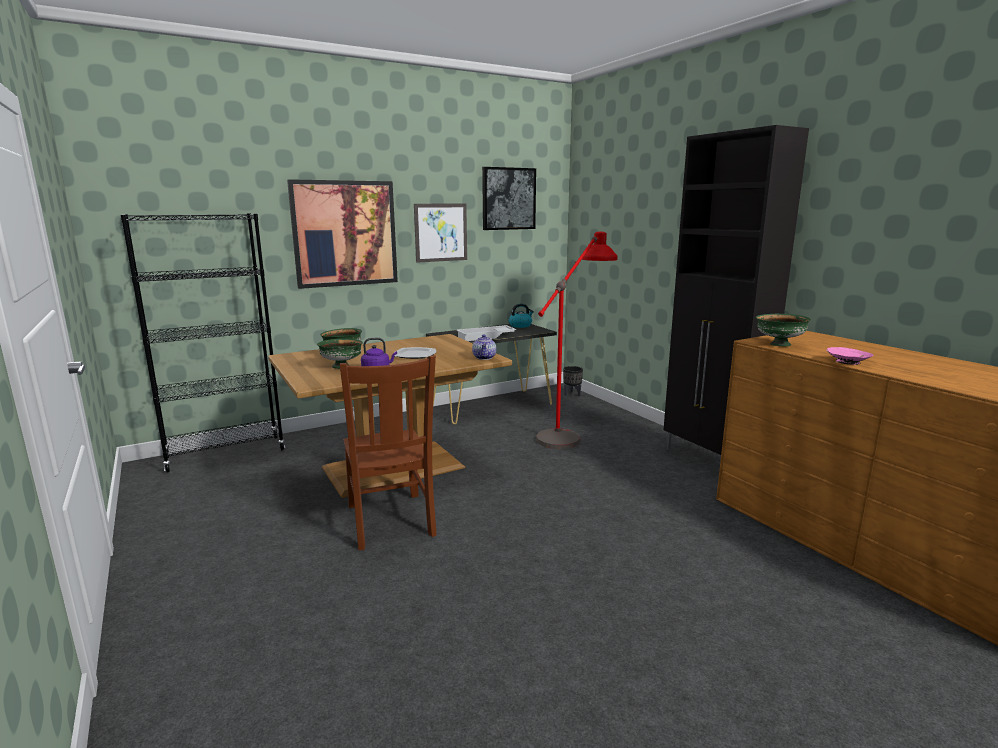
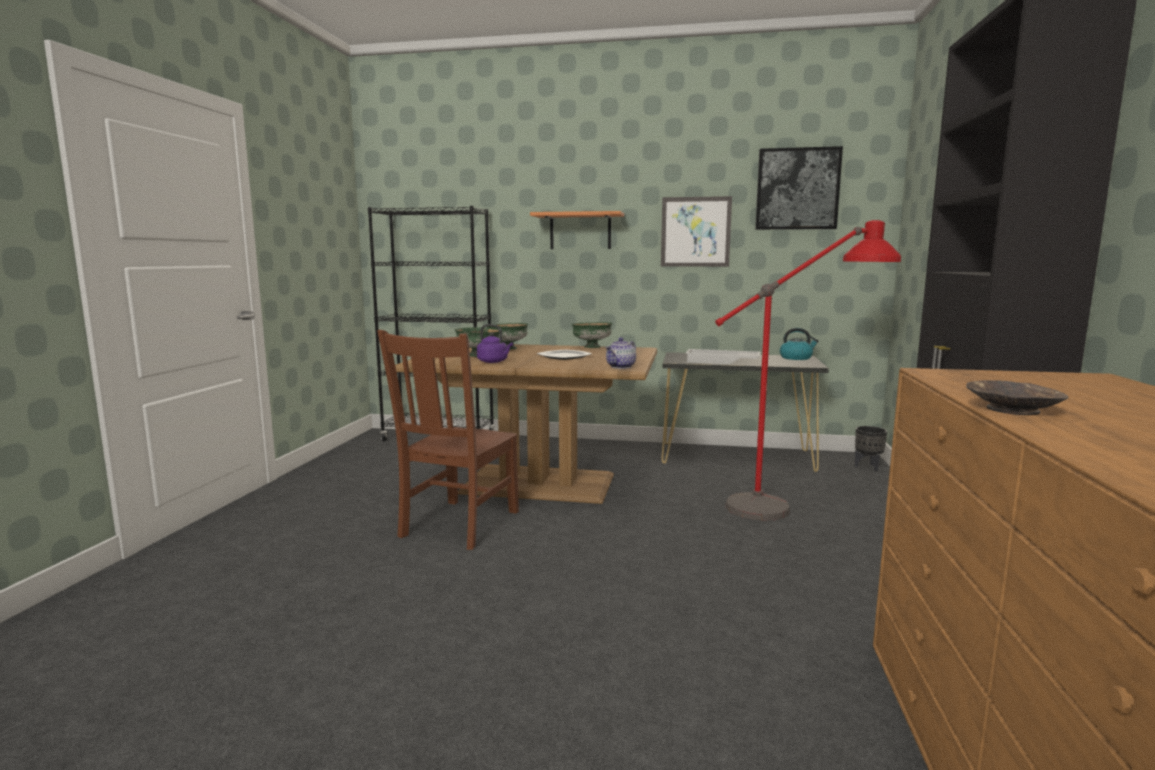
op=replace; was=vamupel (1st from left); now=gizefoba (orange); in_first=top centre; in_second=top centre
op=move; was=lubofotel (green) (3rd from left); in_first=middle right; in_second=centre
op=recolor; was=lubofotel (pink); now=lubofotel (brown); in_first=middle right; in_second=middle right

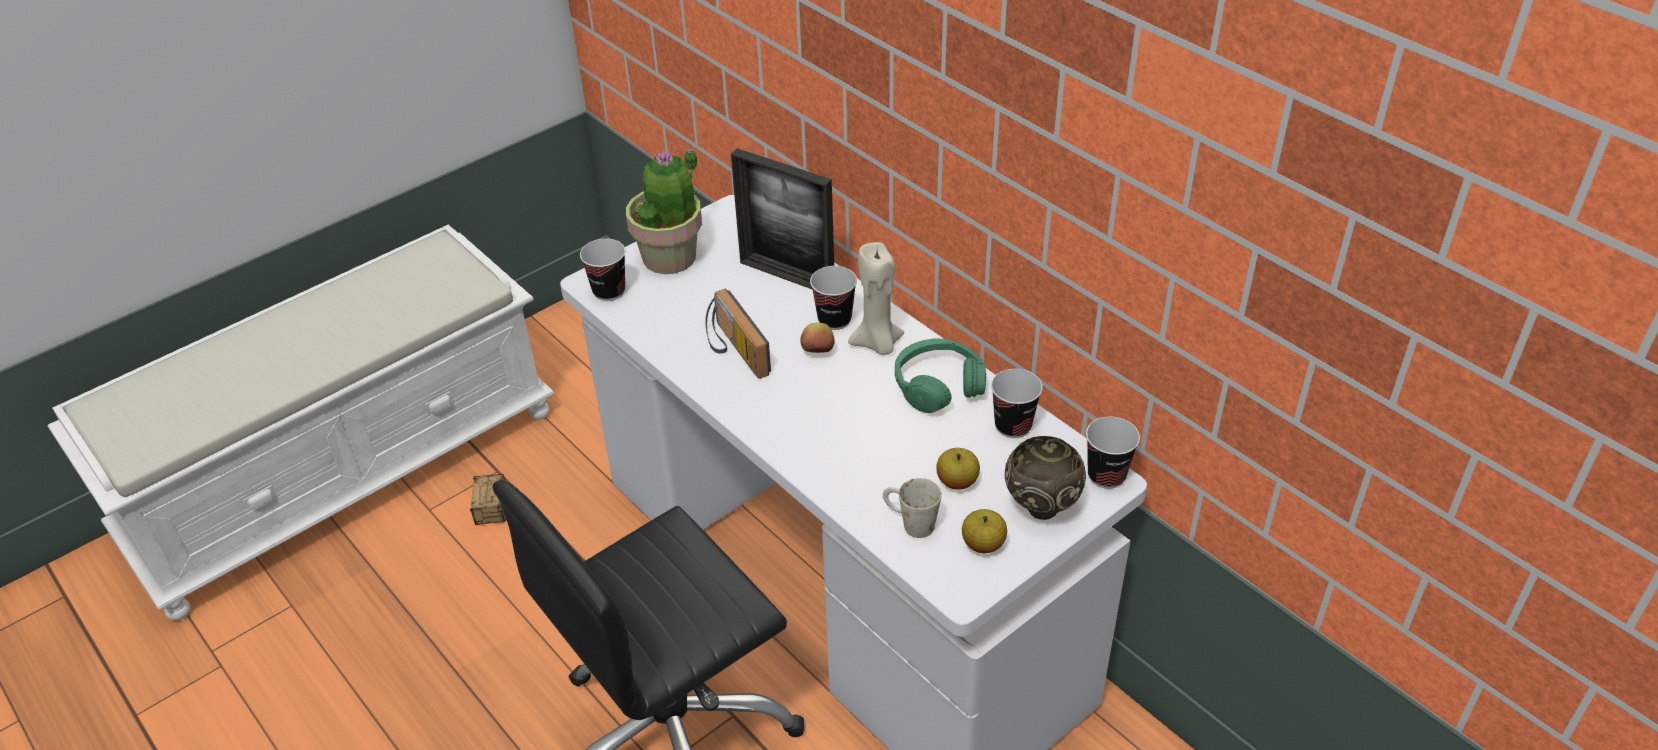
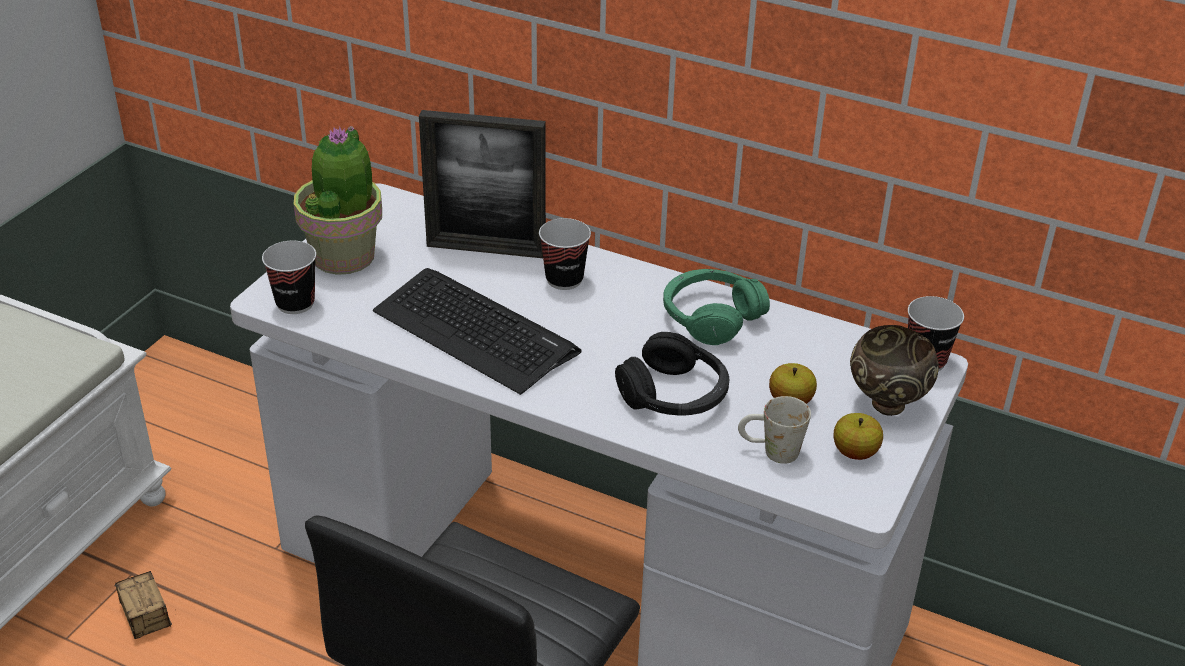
op=replace; was=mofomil; now=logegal; in_first=centre; in_second=centre
op=insert; now=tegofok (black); in_second=centre
op=delete; was=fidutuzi (1st from left); in_first=centre
op=delete; was=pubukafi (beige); in_first=centre
op=delete; was=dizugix (3rd from left); in_first=centre

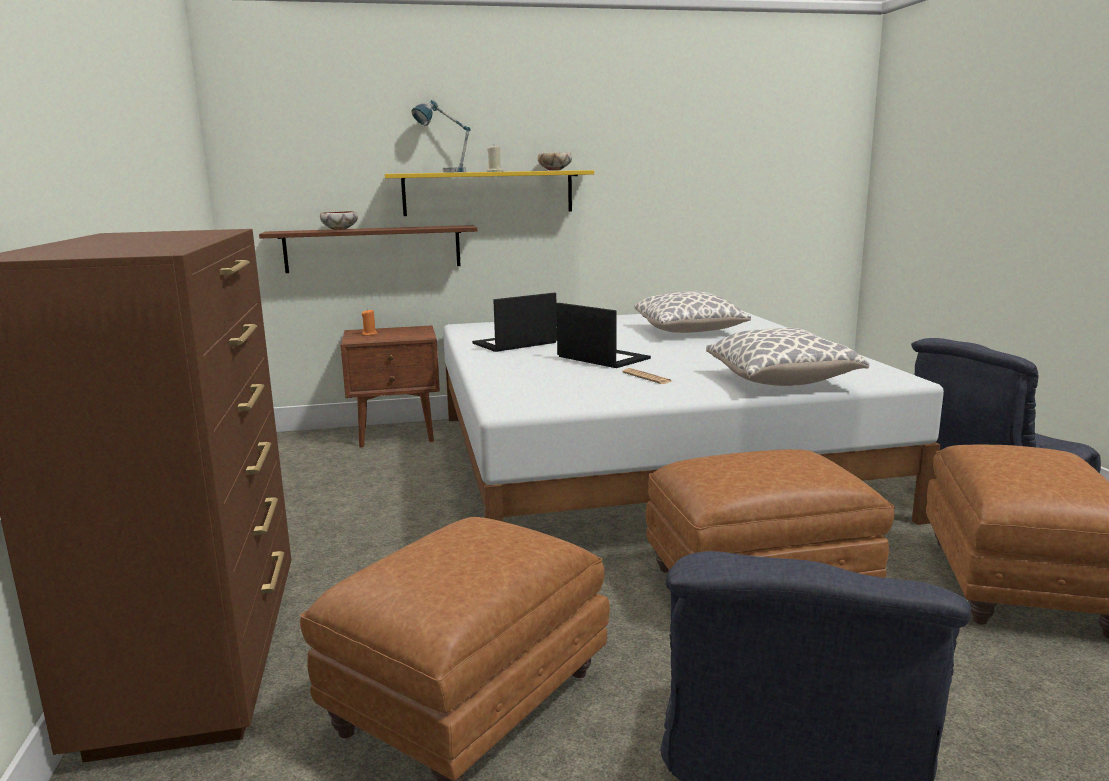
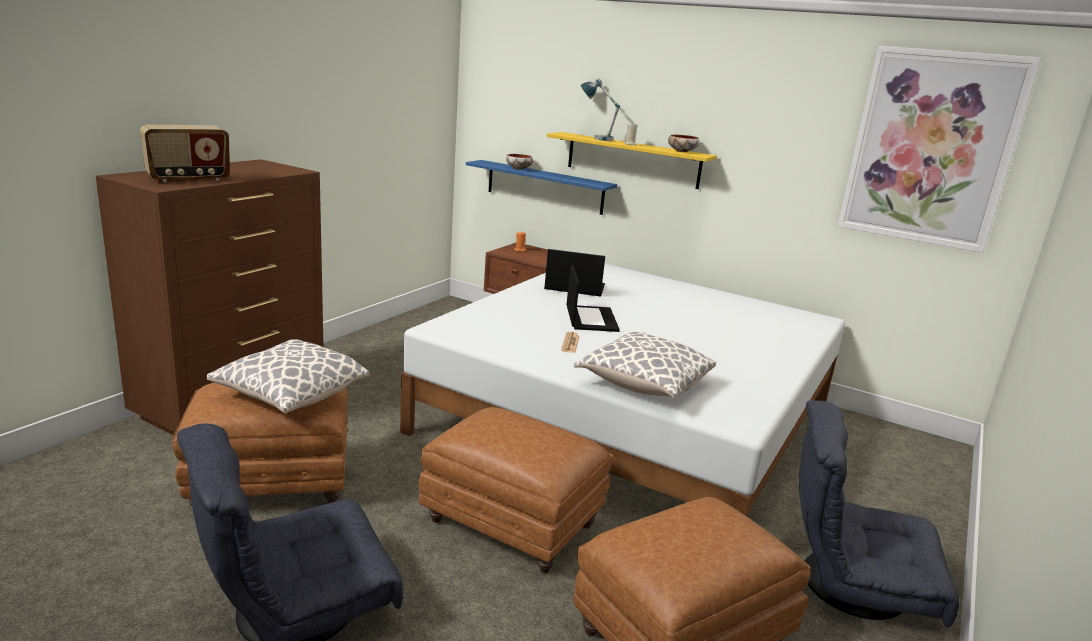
op=insert; now=mofomil; in_second=top left
op=move; was=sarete (1st from left); in_first=centre; in_second=middle left
op=recolor; was=gizefoba (brown); now=gizefoba (blue); in_first=top left; in_second=top centre
op=insert; now=vamupel; in_second=top right

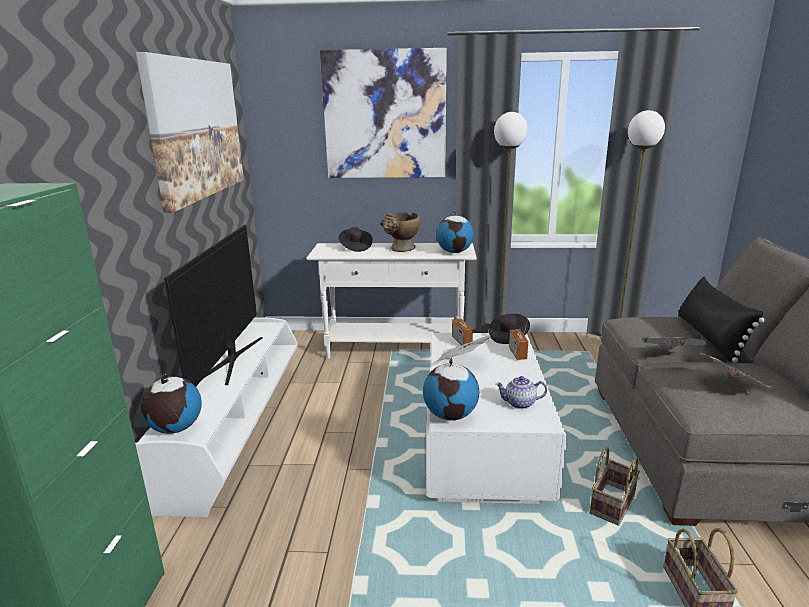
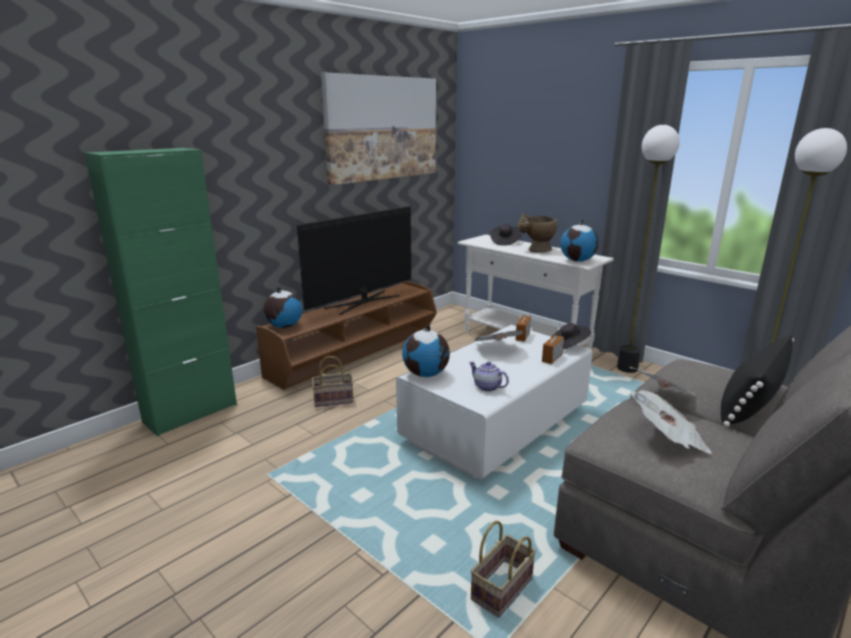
op=recolor; was=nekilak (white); now=nekilak (brown); in_first=bottom left; in_second=centre
op=move; was=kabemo (1st from left); in_first=bottom right; in_second=centre
op=delete; was=vamupel (2nd from left); in_first=top centre

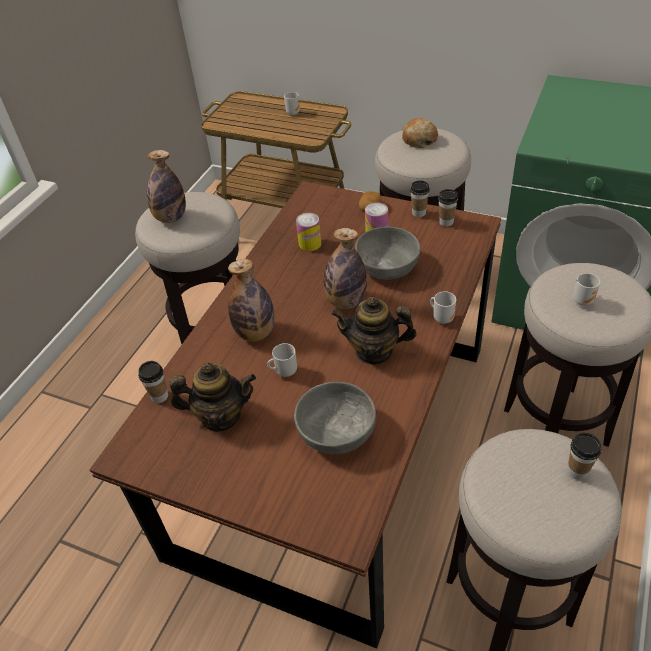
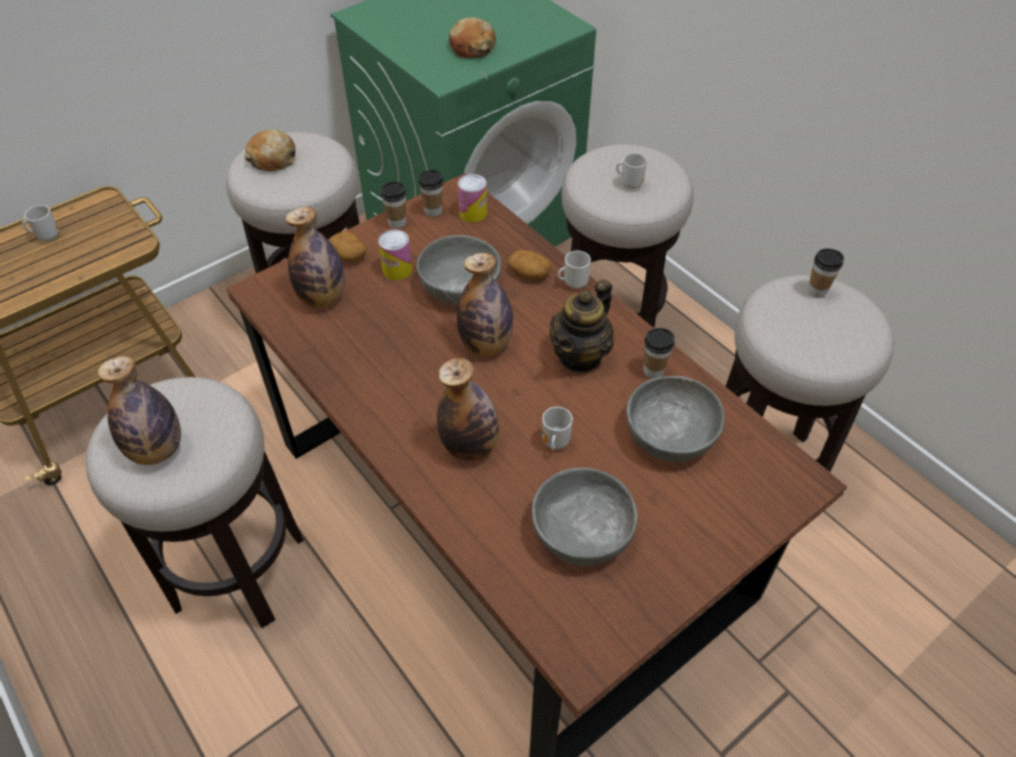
op=insert; now=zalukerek (2nd from left); in_second=middle left
op=insert; now=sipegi (2nd from left); in_second=top centre
op=move; was=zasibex (1st from left in the first image); now=zasibex (2nd from left); in_first=centre; in_second=top centre
op=insert; now=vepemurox (2nd from left); in_second=centre
op=replace; was=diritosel (1st from left); now=lubofotel (grey) (2nd from left); in_first=middle left; in_second=bottom centre
op=move; was=dizugix (1st from left in the first image); now=dizugix (3rd from left); in_first=middle left; in_second=centre

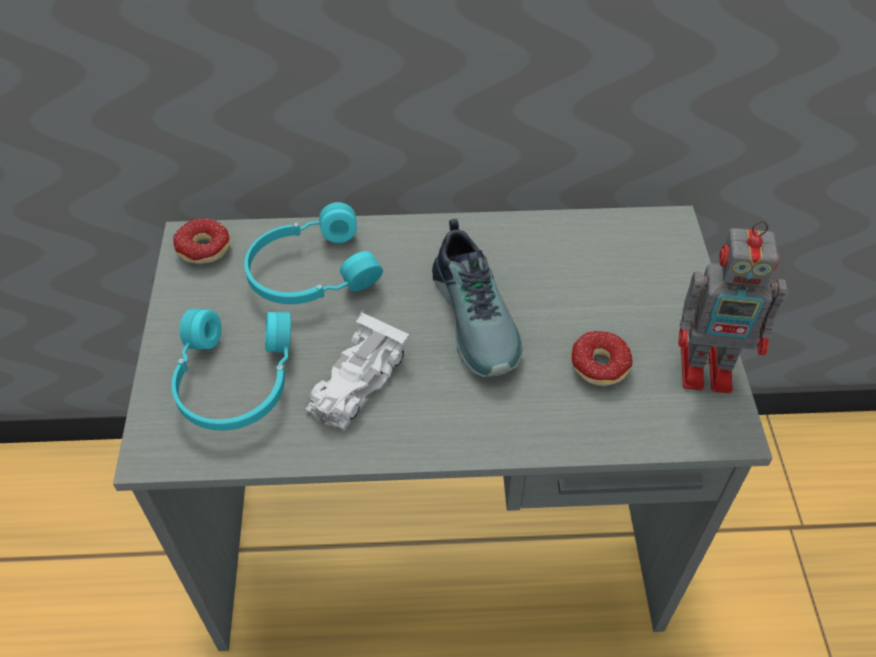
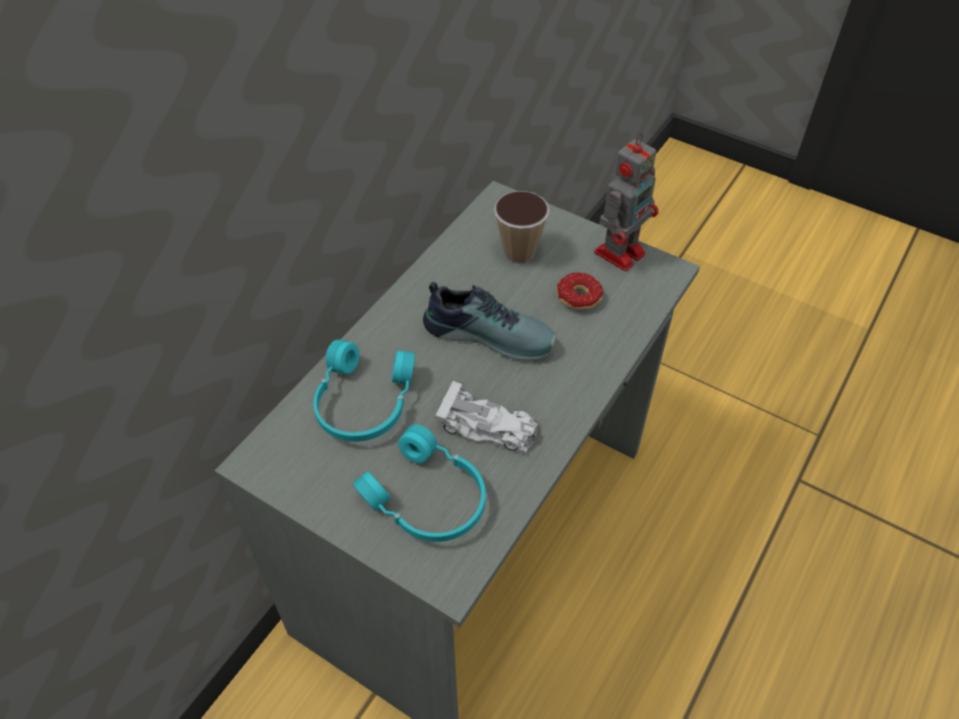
op=rotate; was=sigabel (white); in_first=centre; in_second=centre; clockwise=-45
op=insert; now=dizugix; in_second=top centre
op=delete; was=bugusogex (1st from left); in_first=middle left

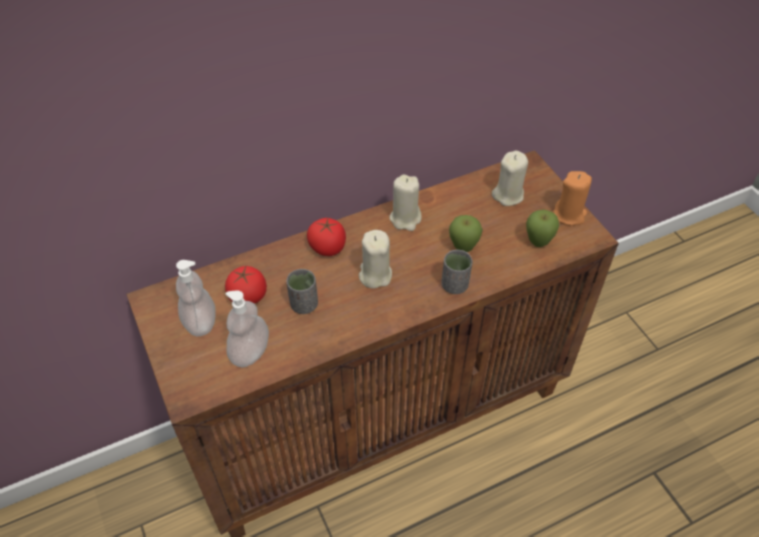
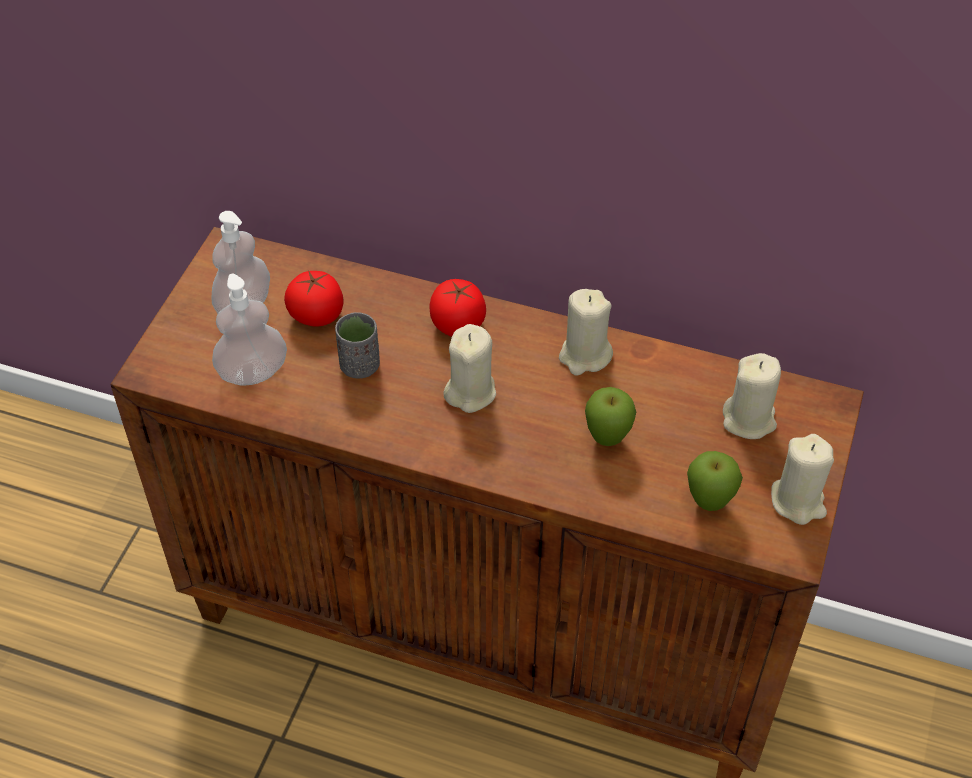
op=recolor; was=pubukafi (orange); now=pubukafi (beige) (4th from left); in_first=middle right; in_second=middle right
op=delete; was=dizugix (grey) (2nd from left); in_first=centre

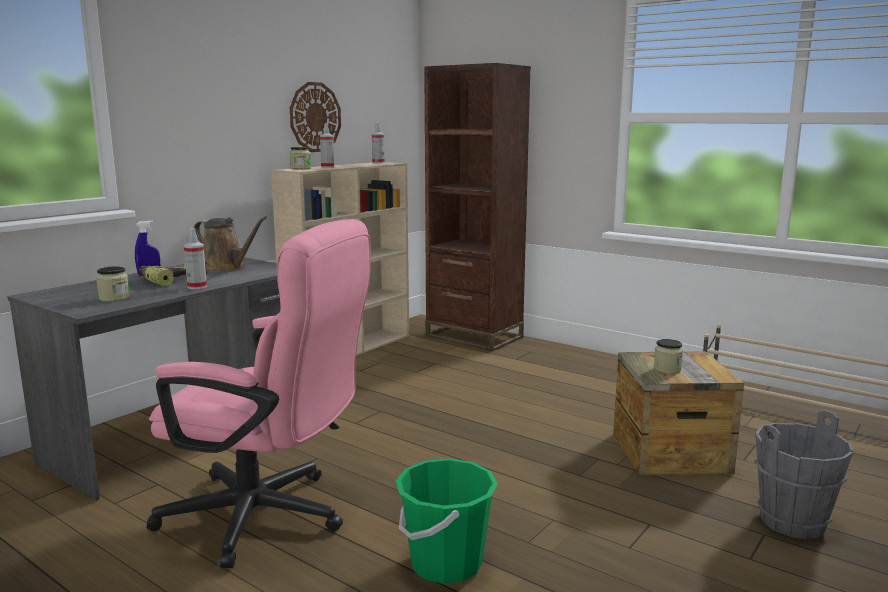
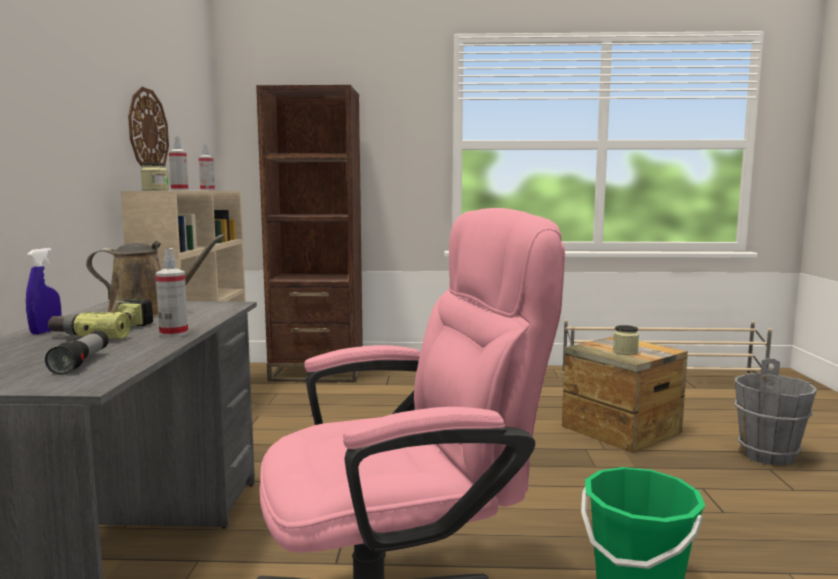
op=replace; was=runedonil (1st from left); now=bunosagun; in_first=middle left; in_second=middle left

